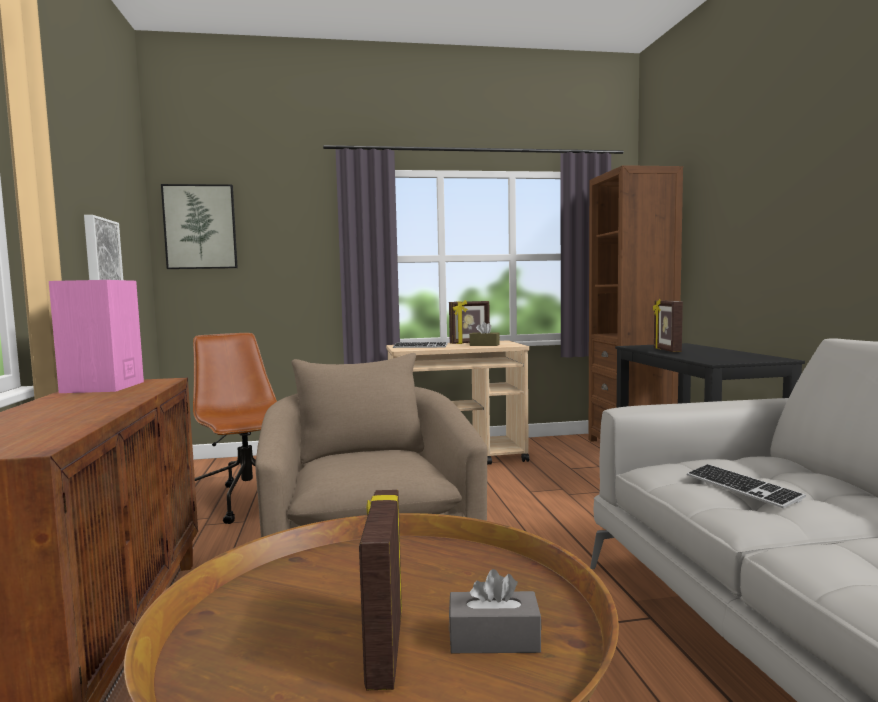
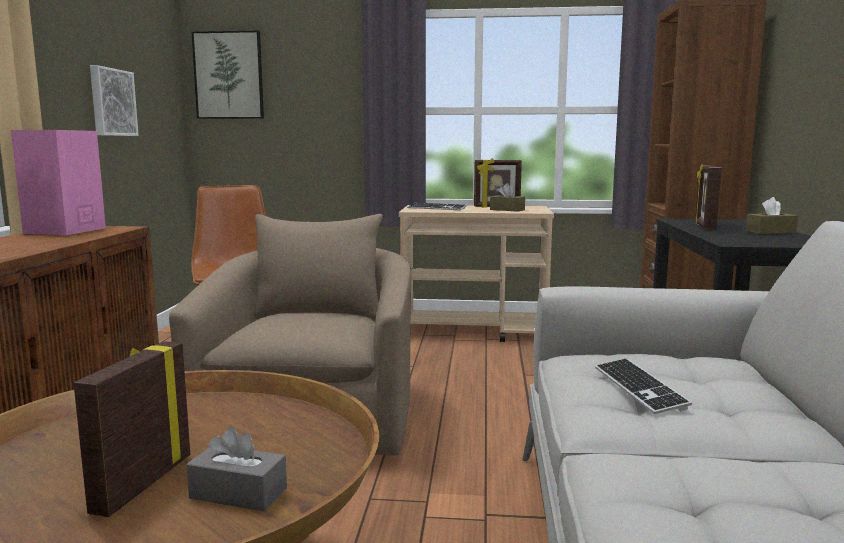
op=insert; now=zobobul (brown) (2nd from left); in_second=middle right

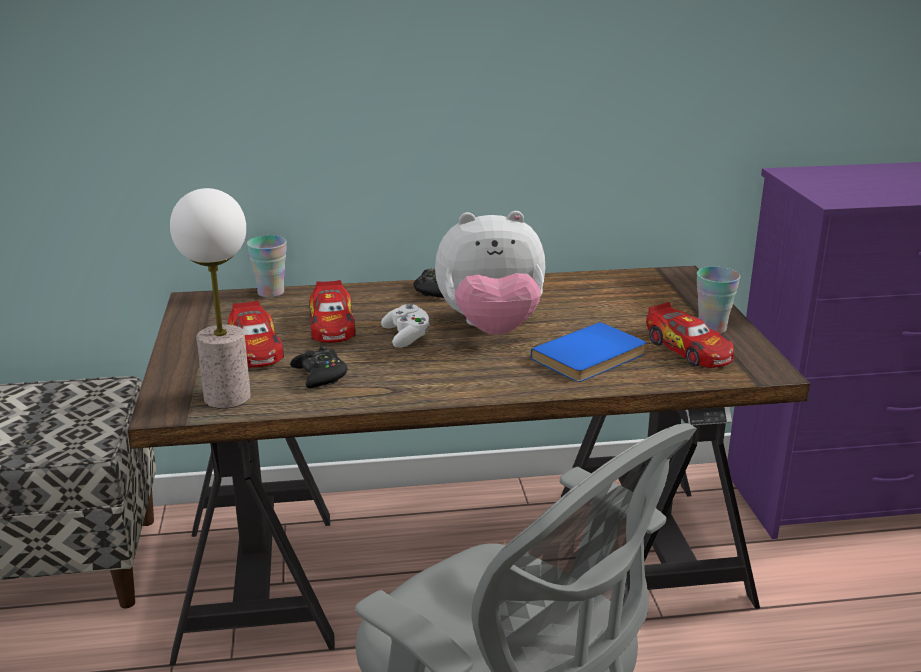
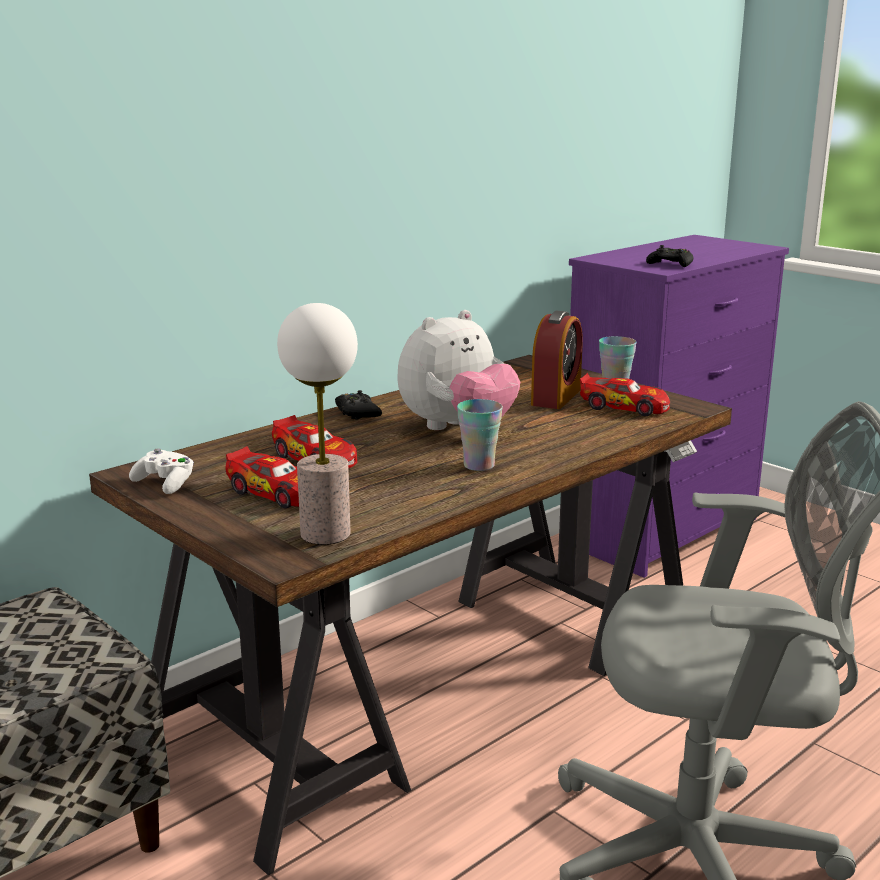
op=move; was=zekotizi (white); in_first=centre; in_second=middle left
op=move; was=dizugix (1st from left); in_first=middle left; in_second=centre
op=insert; now=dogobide; in_second=centre
op=move; was=zekotizi (black) (1st from left in the first image); now=zekotizi (black) (2nd from left); in_first=centre; in_second=top right
op=delete; was=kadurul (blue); in_first=centre

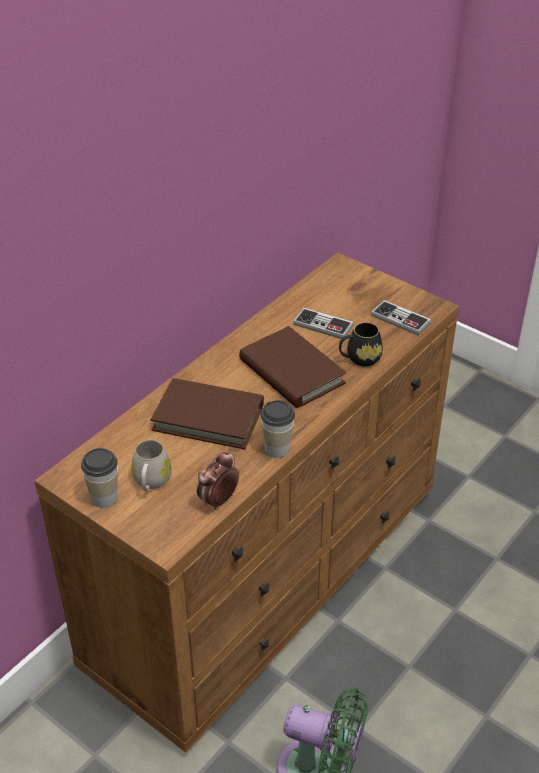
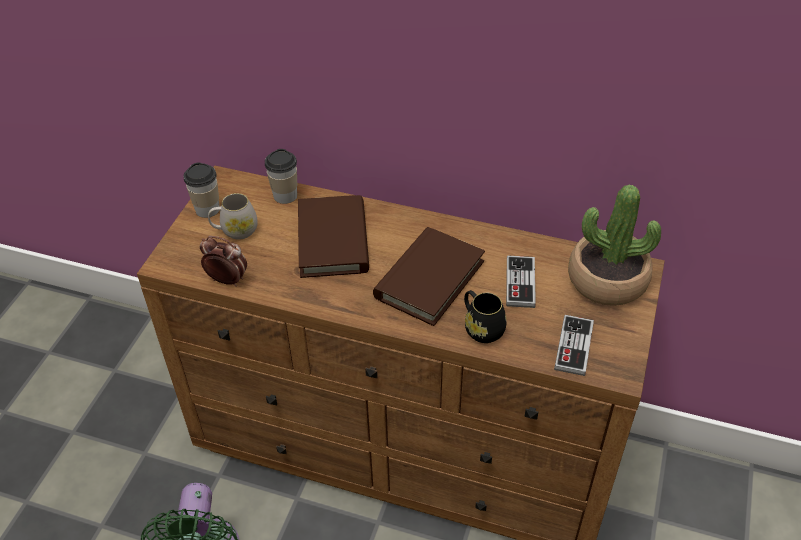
op=move; was=dizugix (2nd from left); in_first=centre; in_second=top centre
op=insert; now=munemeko; in_second=middle right

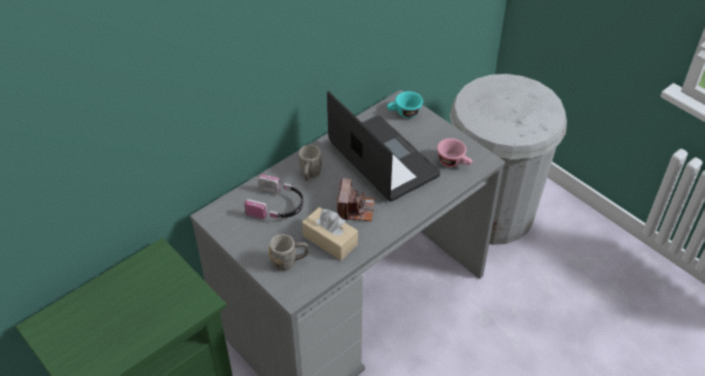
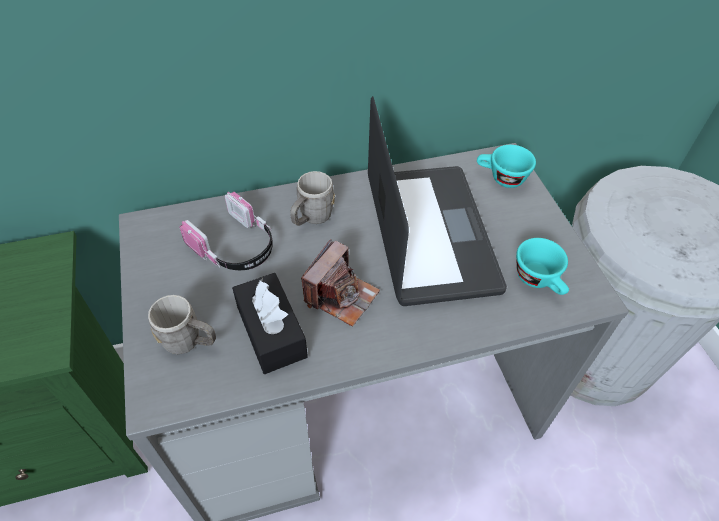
op=recolor; was=zobobul (beige); now=zobobul (black); in_first=centre; in_second=centre
op=recolor; was=dizugix (pink); now=dizugix (turquoise) (2nd from left); in_first=centre; in_second=middle right

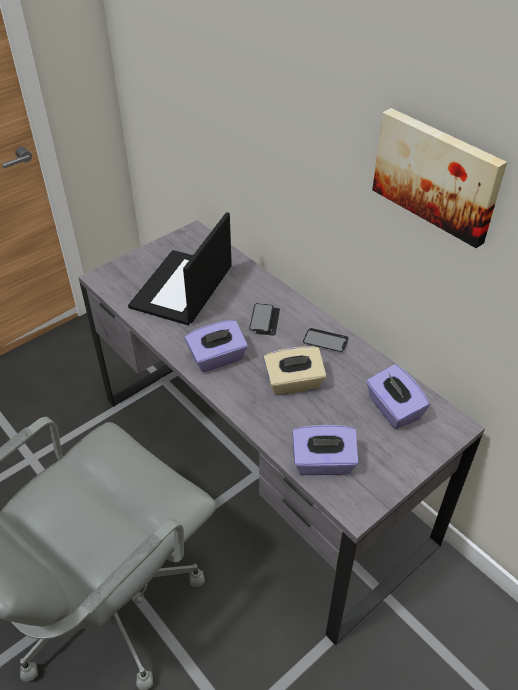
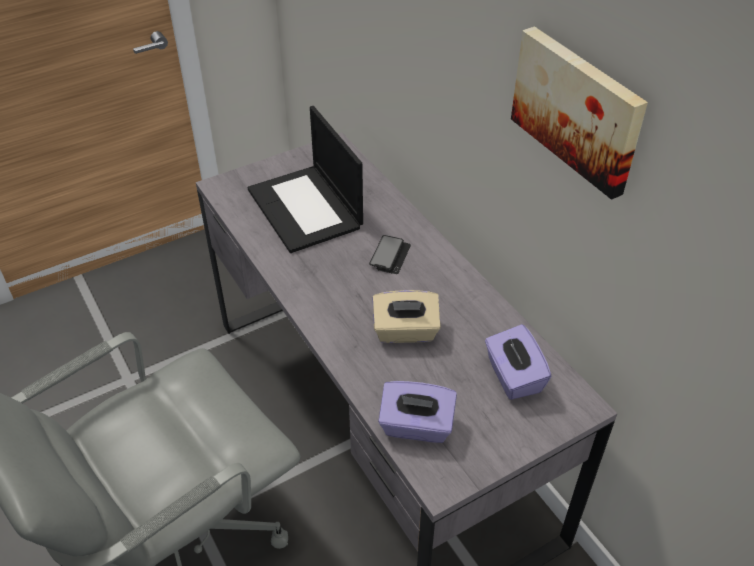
op=rotate; was=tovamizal; in_first=centre; in_second=top centre; clockwise=-60
op=delete; was=zobobul (purple) (1st from left); in_first=centre
op=delete; was=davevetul (2nd from left); in_first=centre

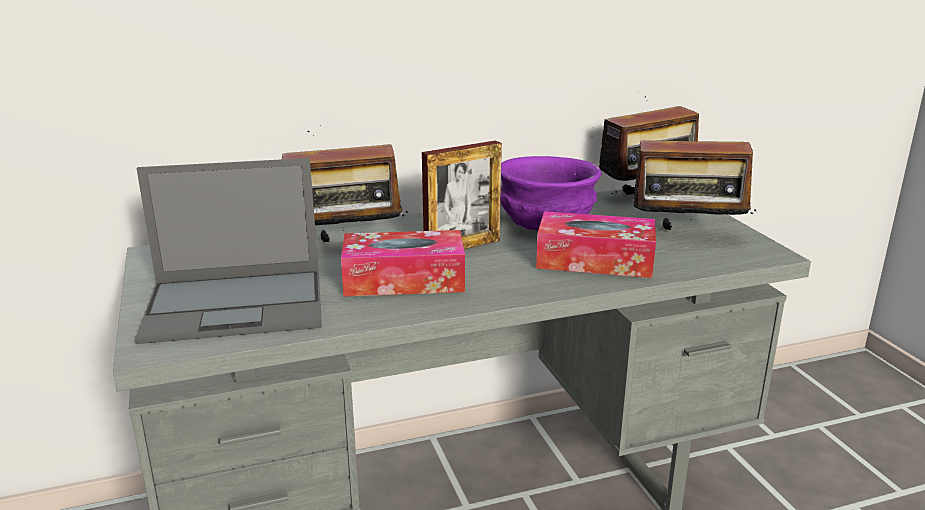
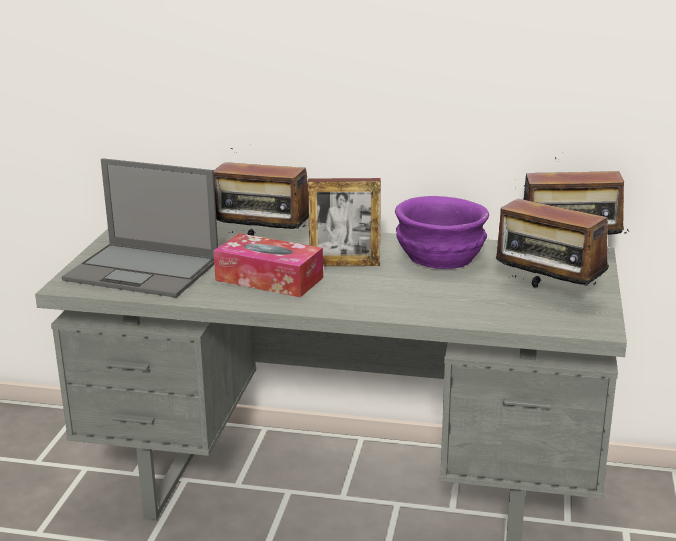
op=delete; was=zobobul (2nd from left); in_first=centre

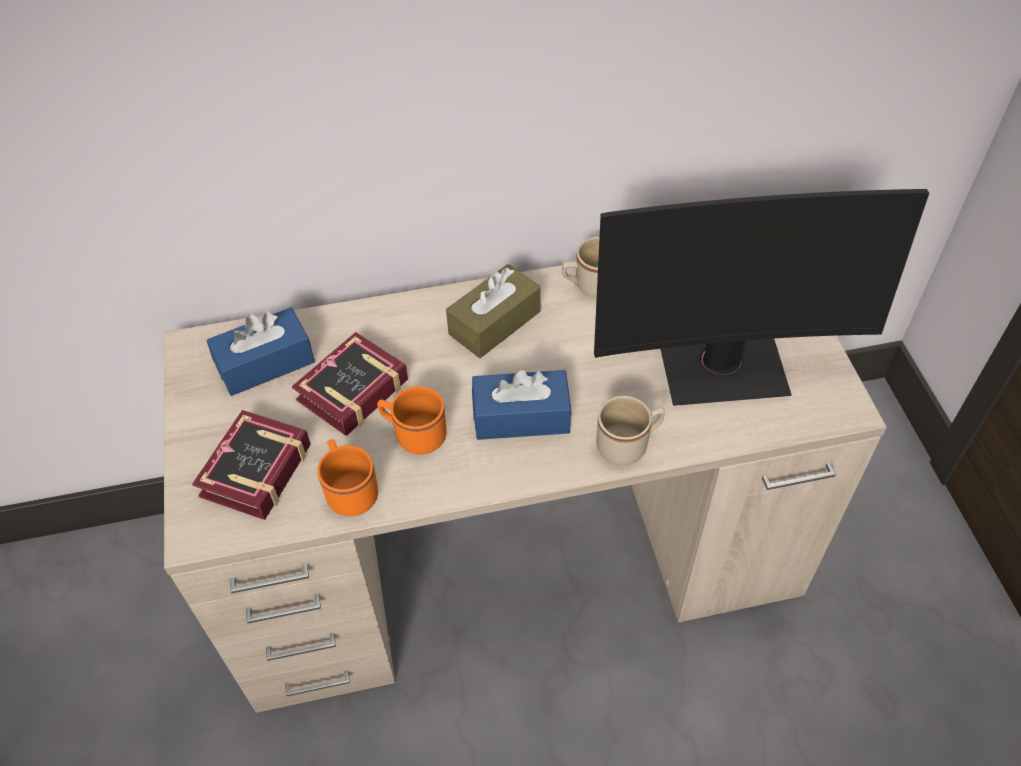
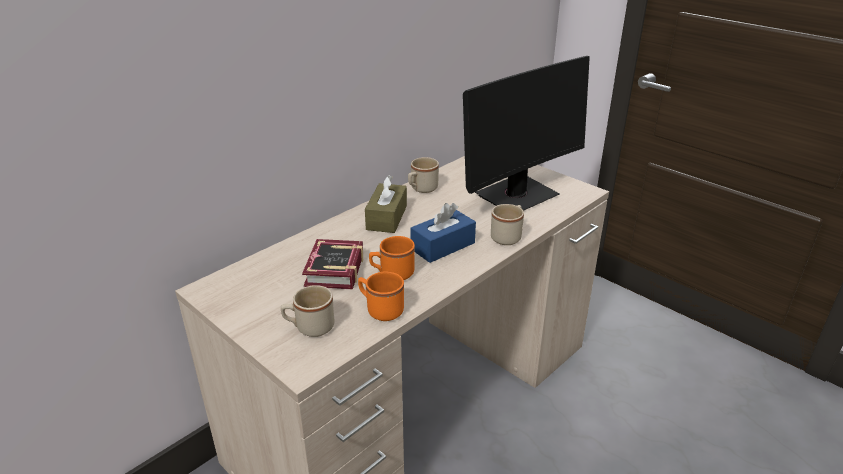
op=replace; was=kadurul (1st from left); now=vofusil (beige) (1st from left); in_first=middle left; in_second=centre
op=delete; was=zobobul (blue) (1st from left); in_first=middle left

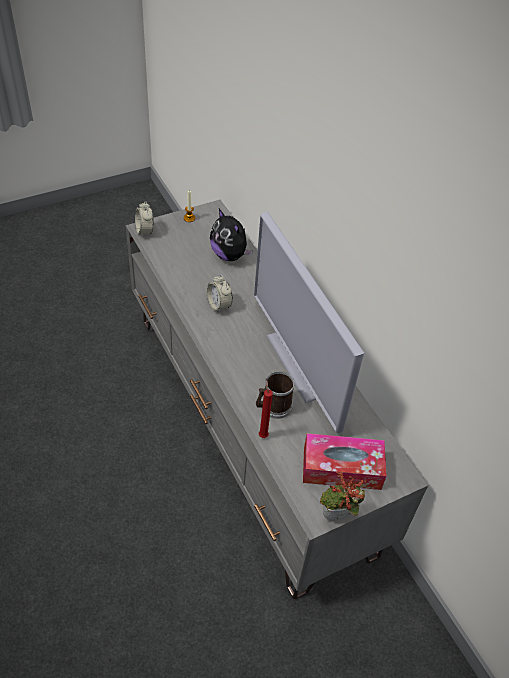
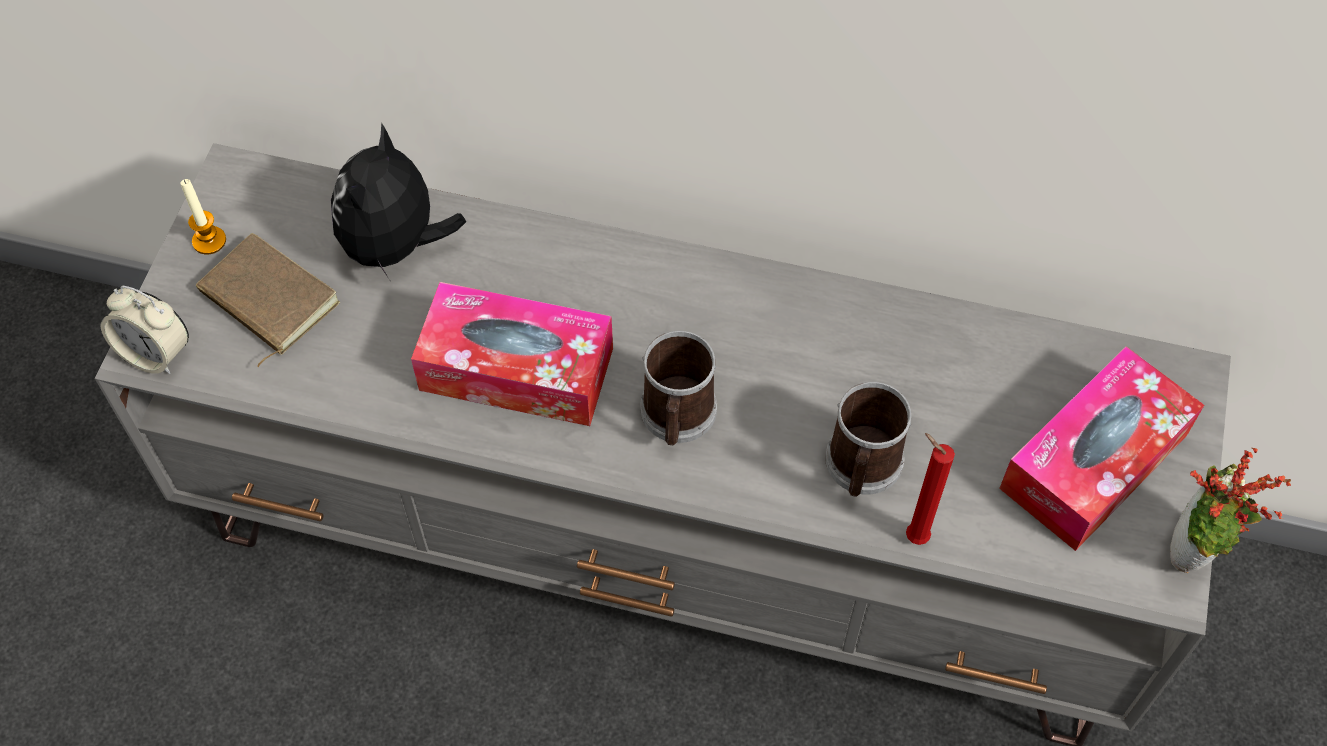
op=insert; now=kadurul (brown); in_second=middle left
op=rotate; was=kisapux; in_first=centre; in_second=top left; clockwise=105
op=replace; was=dogobide (2nd from left); now=zobobul (1st from left); in_first=centre; in_second=centre
op=insert; now=vofusil (1st from left); in_second=centre
op=delete; was=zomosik; in_first=centre

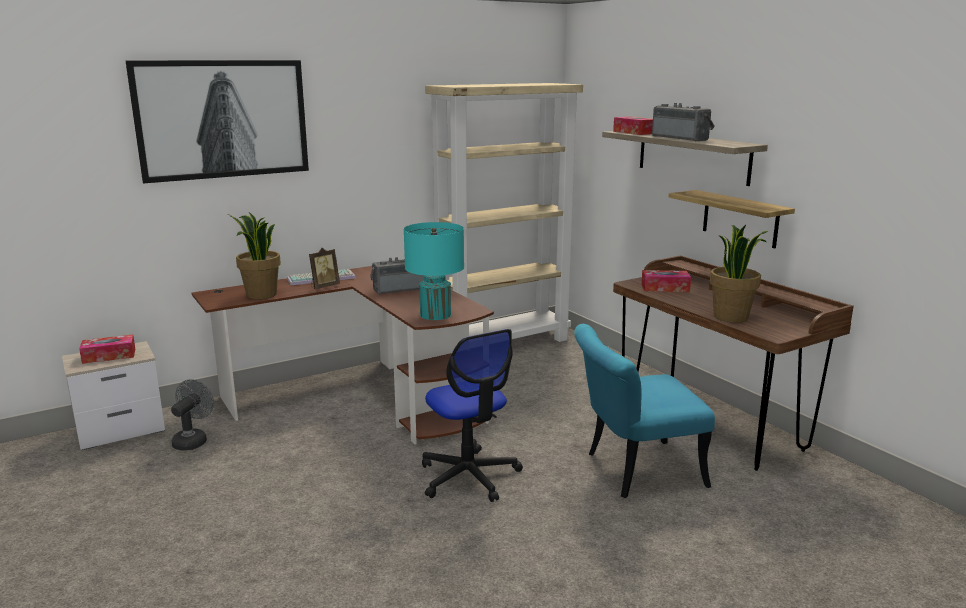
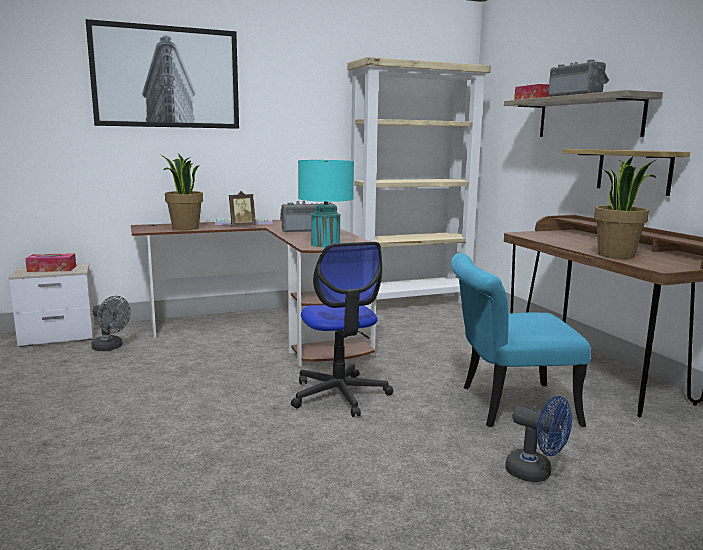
op=rotate; was=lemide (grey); in_first=bottom left; in_second=middle left; clockwise=90
op=insert; now=lemide (blue); in_second=bottom right
op=delete; was=zobobul (3rd from left); in_first=middle right

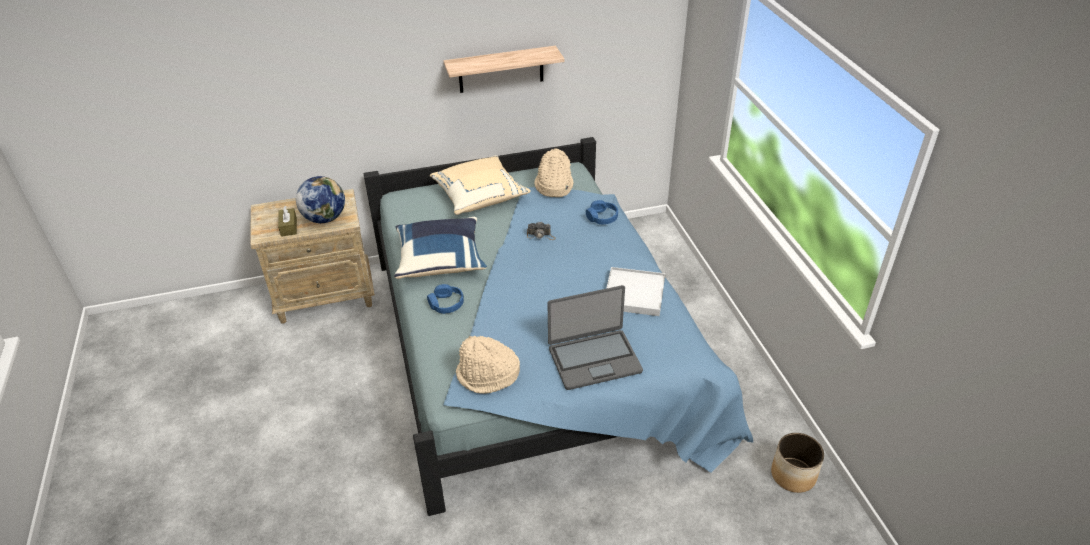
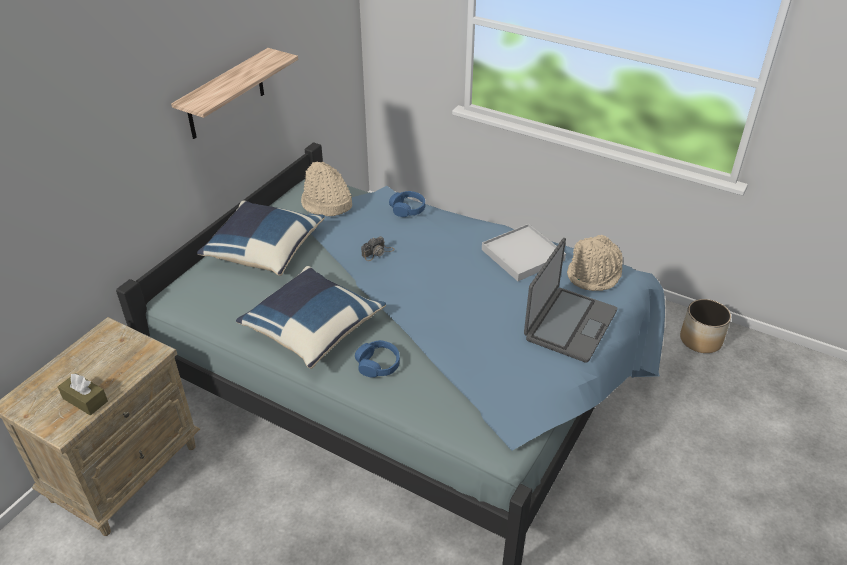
op=recolor; was=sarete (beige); now=sarete (blue) (1st from left); in_first=centre; in_second=middle left
op=move; was=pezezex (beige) (1st from left in the first image); now=pezezex (beige) (2nd from left); in_first=bottom centre; in_second=middle right
op=delete; was=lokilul; in_first=middle left

